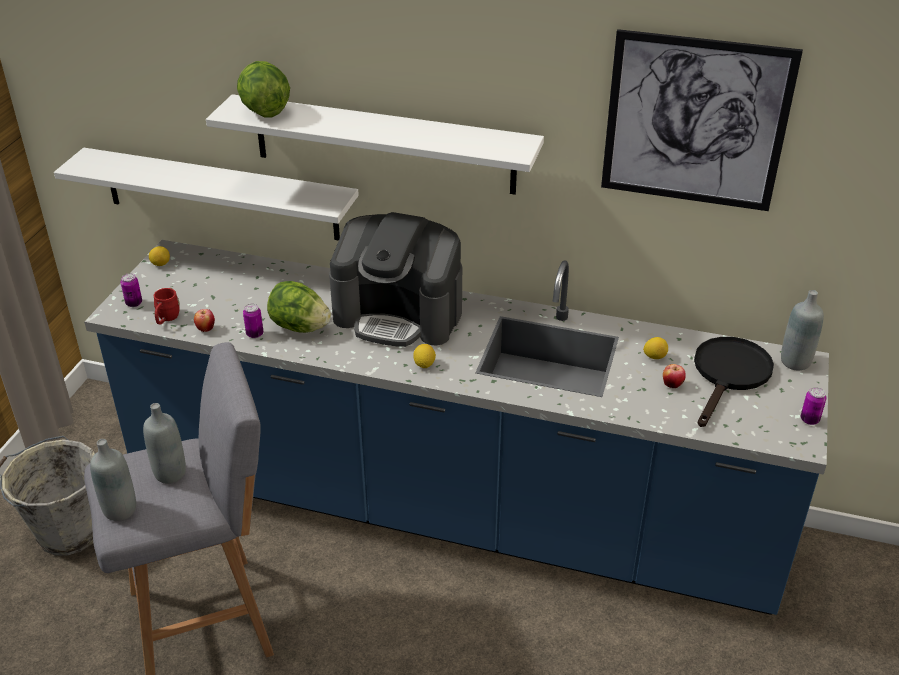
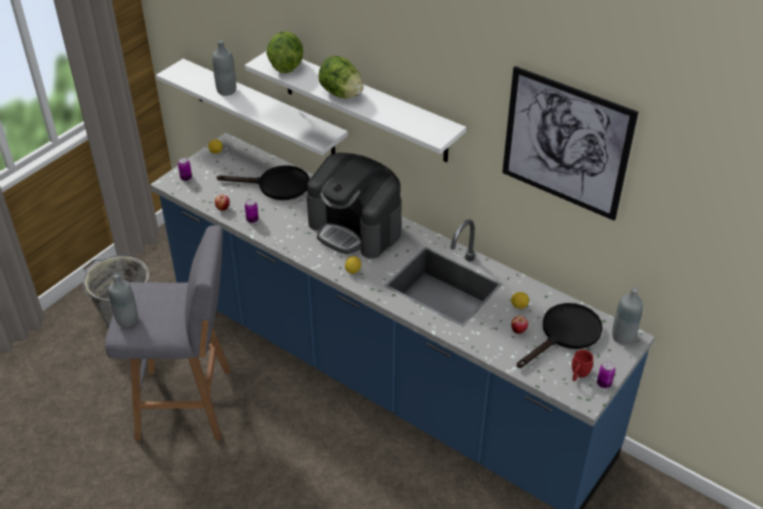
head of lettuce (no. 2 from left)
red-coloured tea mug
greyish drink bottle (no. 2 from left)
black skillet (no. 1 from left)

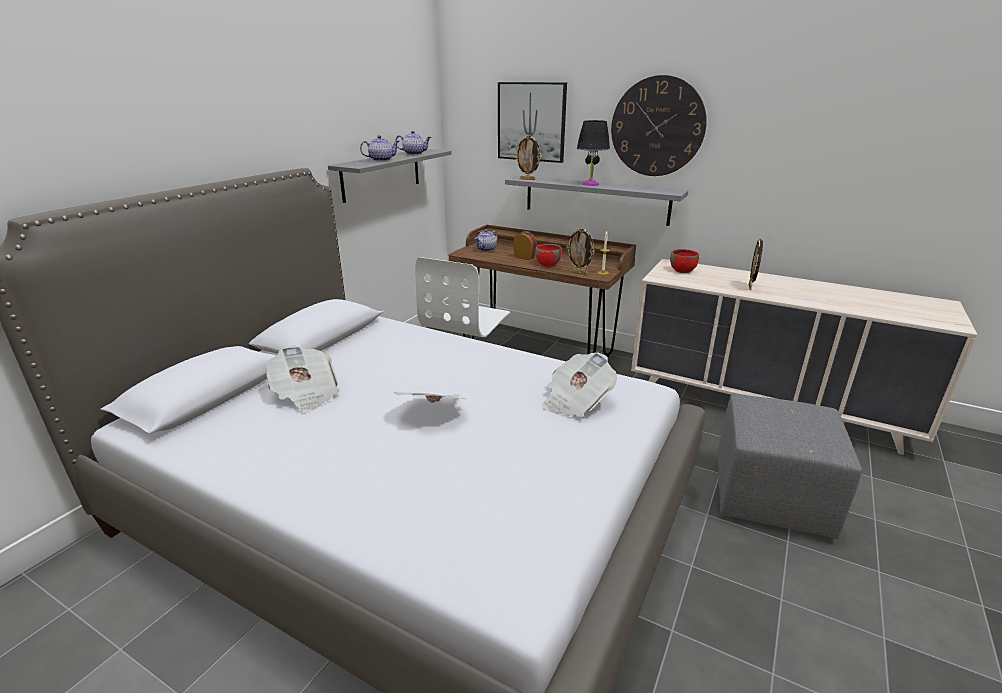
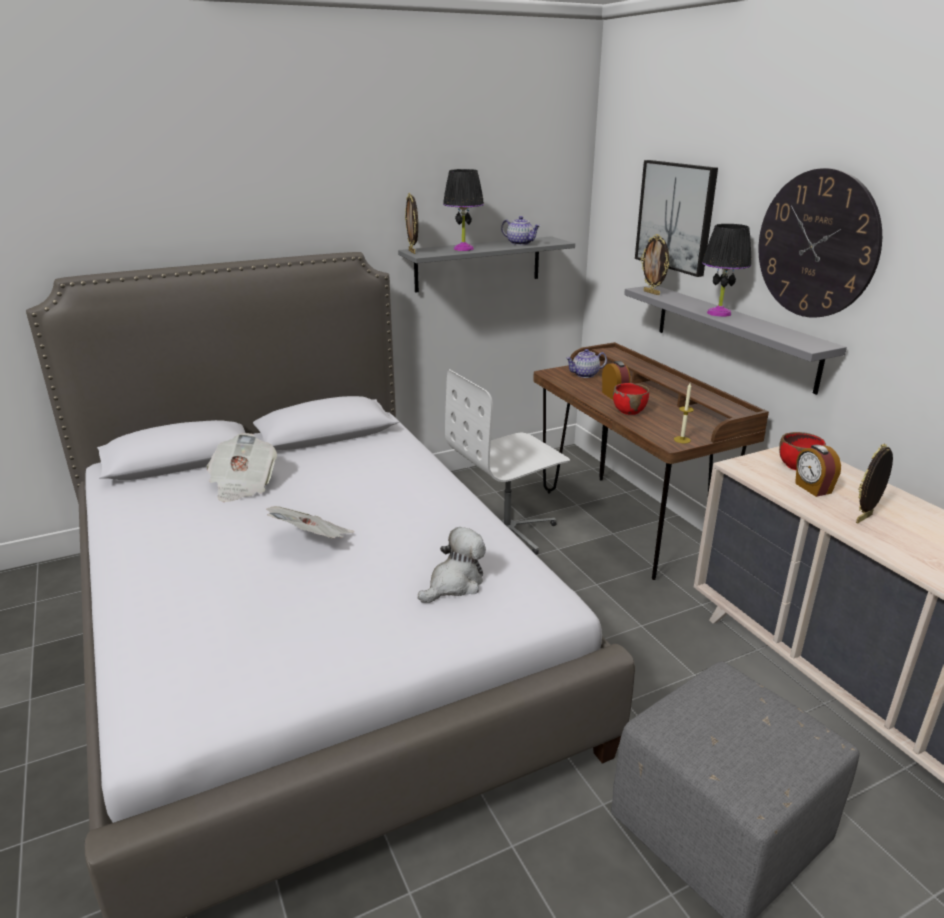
black tabletop lamp (no. 1 from left)
standing frame (no. 1 from left)
plush toy
alarm clock (no. 2 from left)

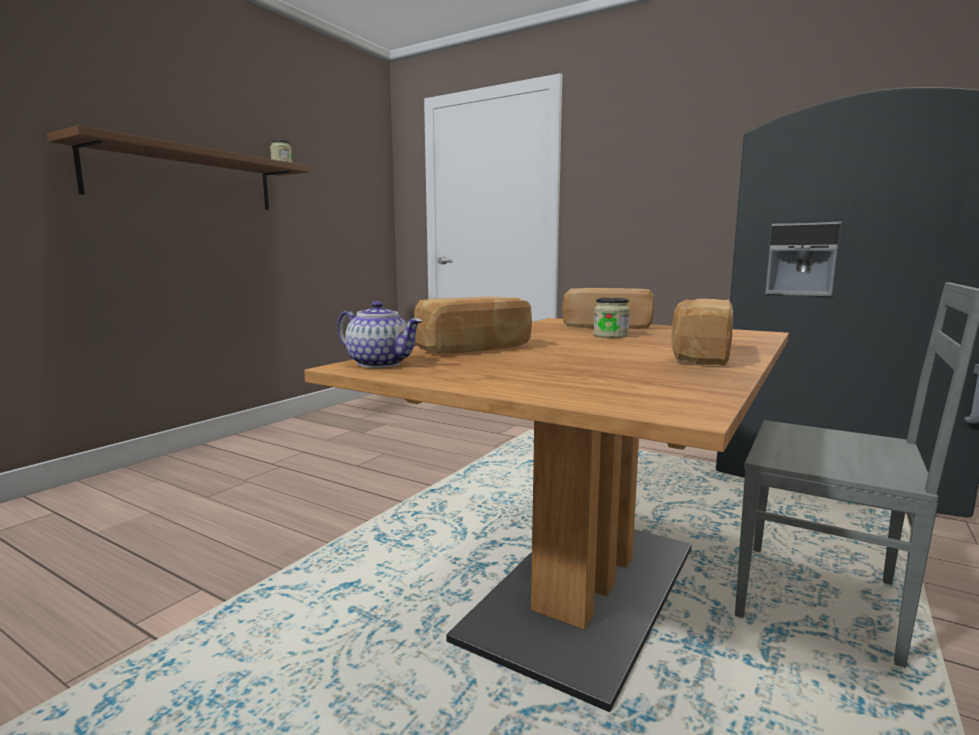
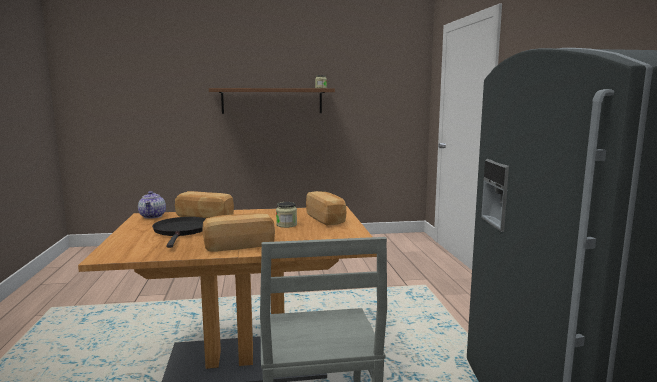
black skillet

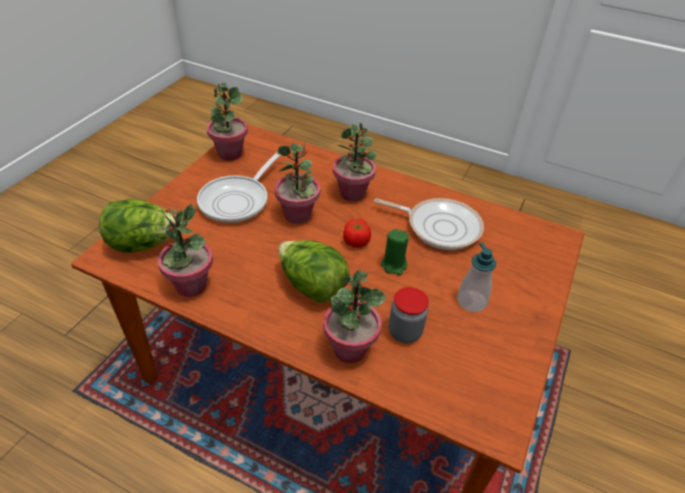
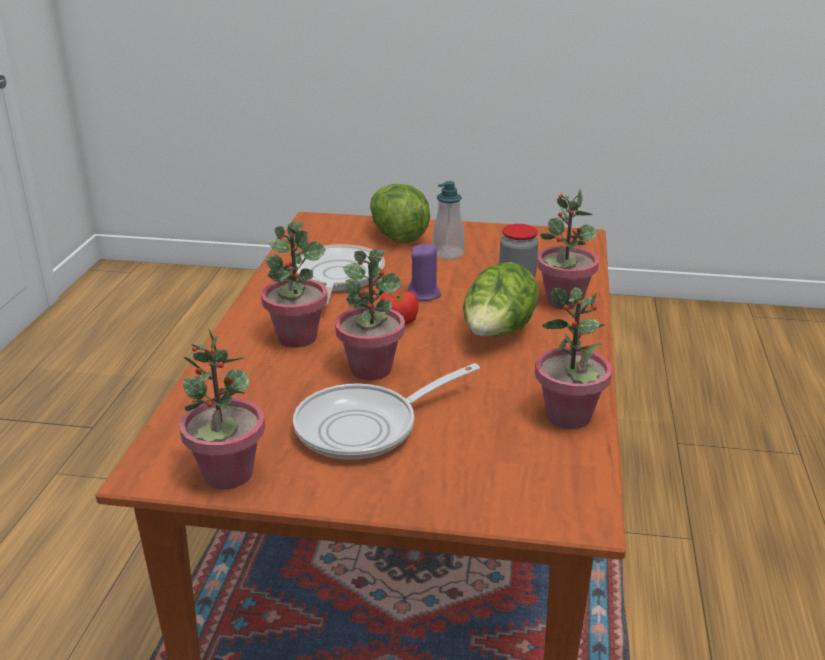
skillet (no. 2 from left)
head of lettuce (no. 1 from left)
purple wax candle

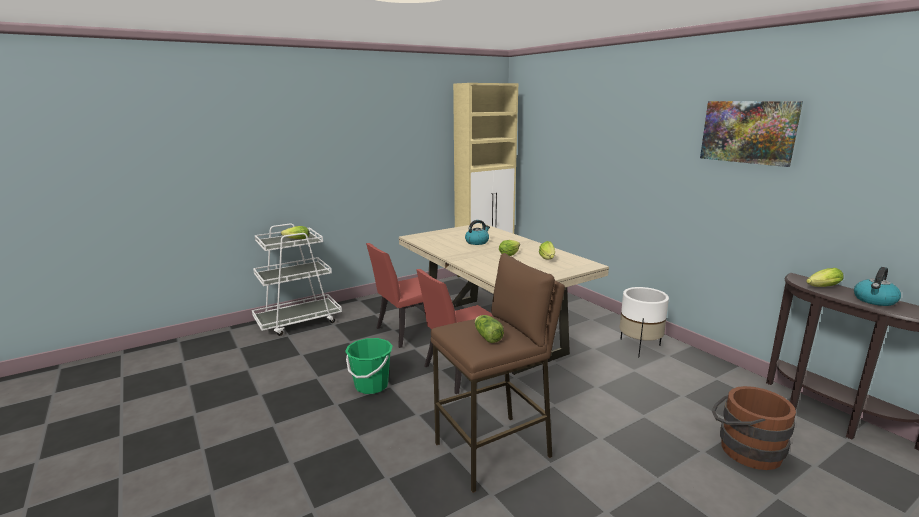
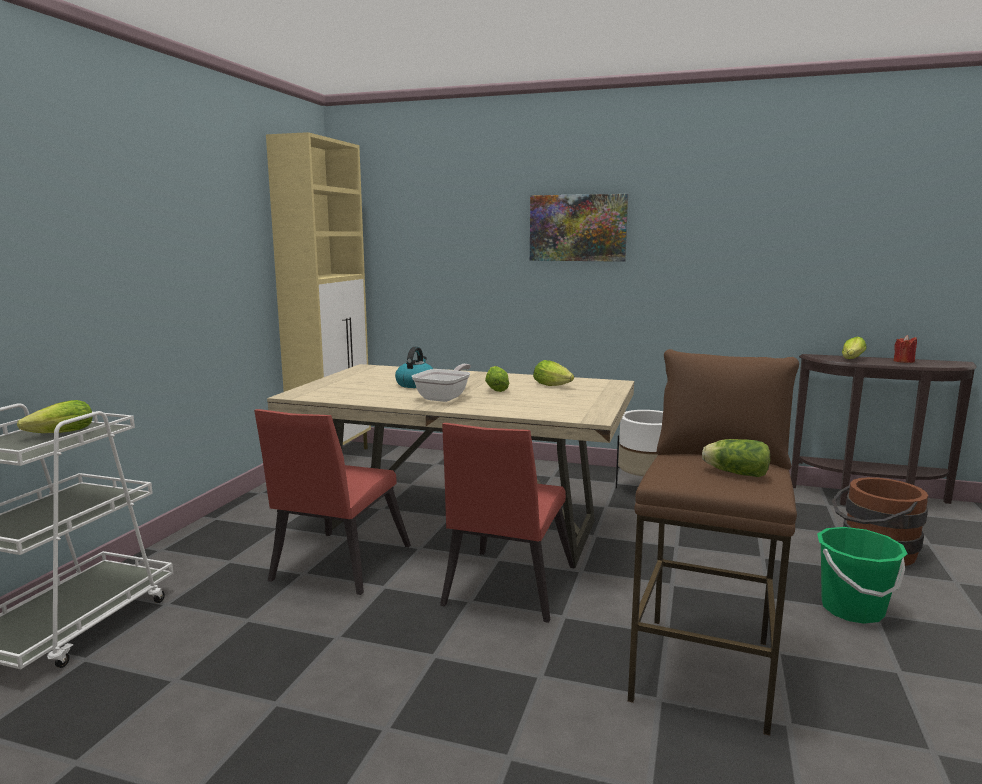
wall art
red-coloured wax candle
greenish water bucket
skillet

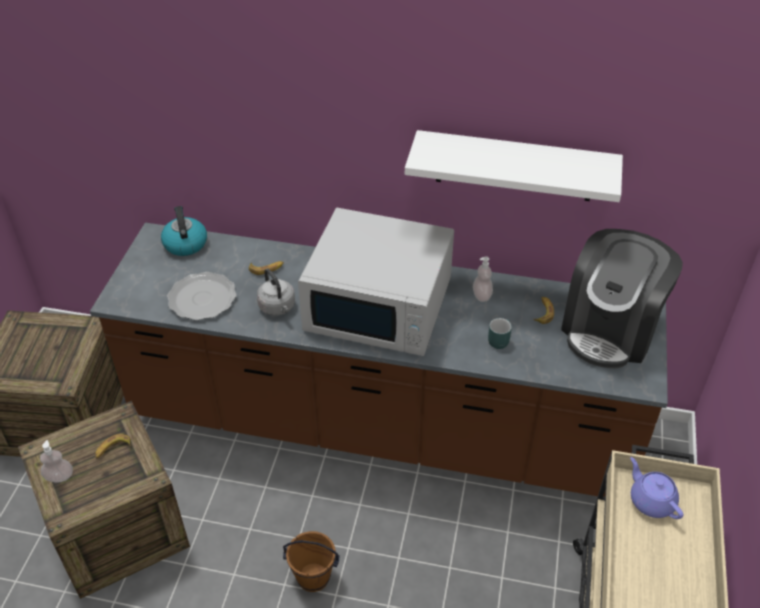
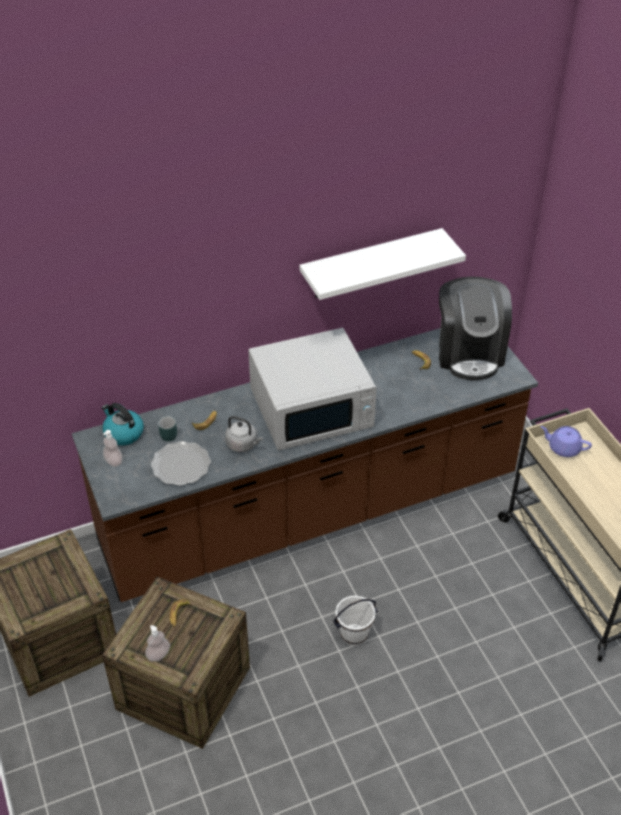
liquid soap bottle (no. 1 from left)
turquoise-coloured tea mug
white-coloured water bucket

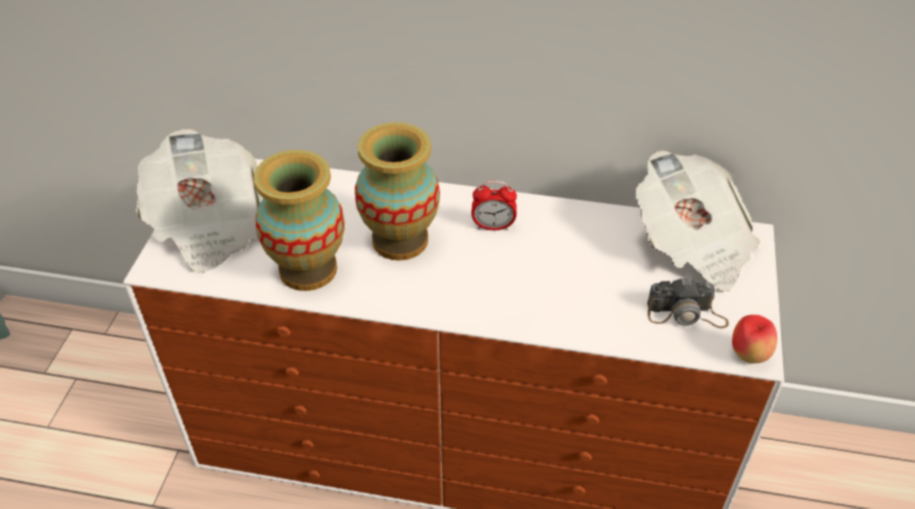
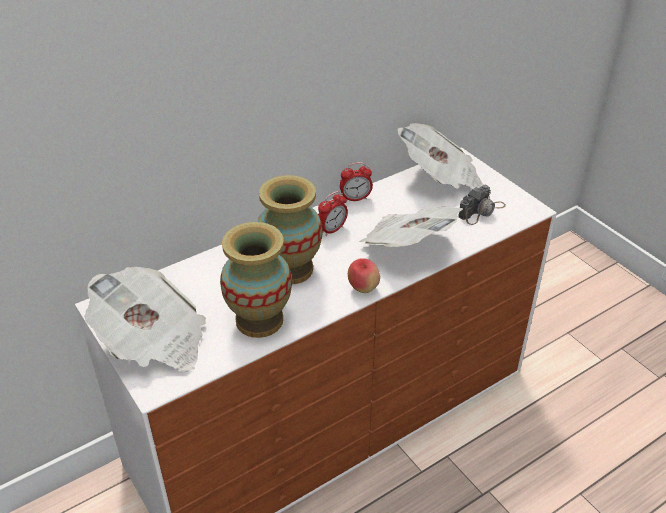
whole apple
alarm clock (no. 2 from left)
newspaper (no. 2 from left)

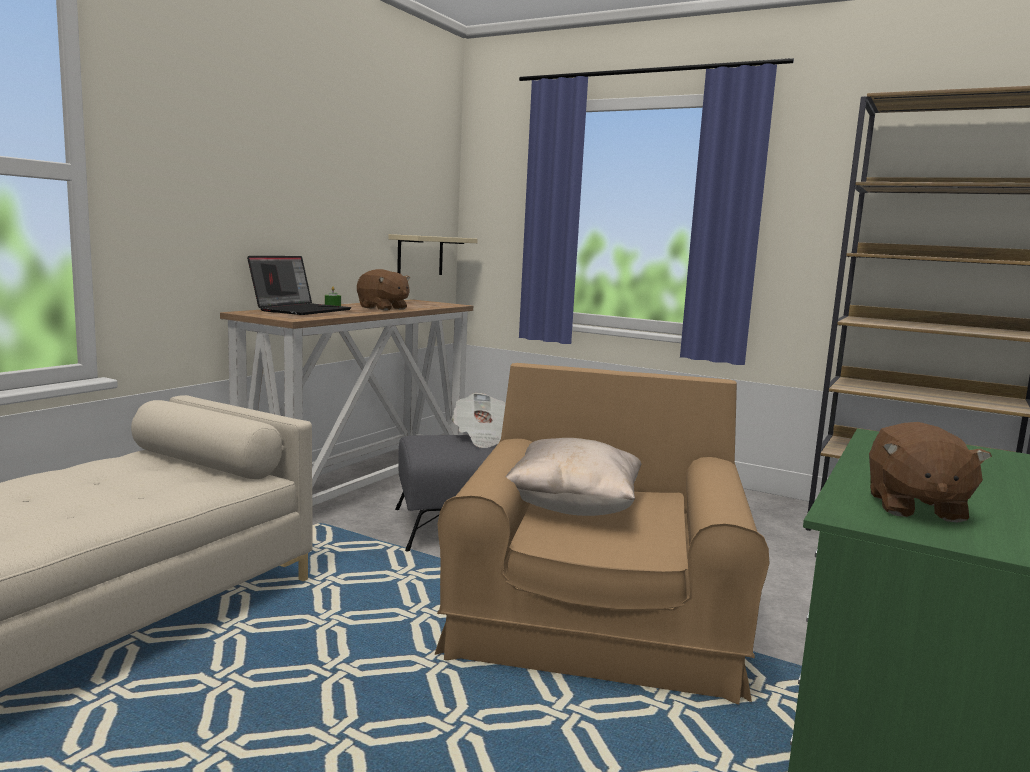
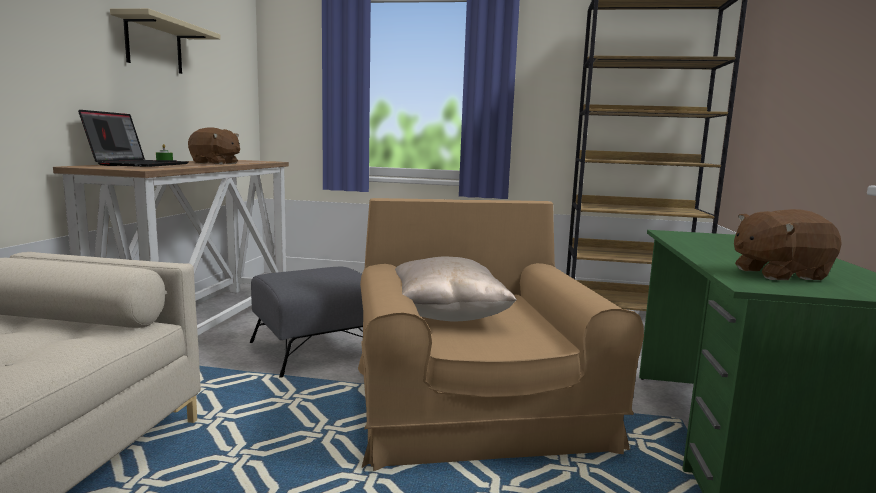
beige-coloured shelf
newspaper
brown plush toy (no. 2 from left)

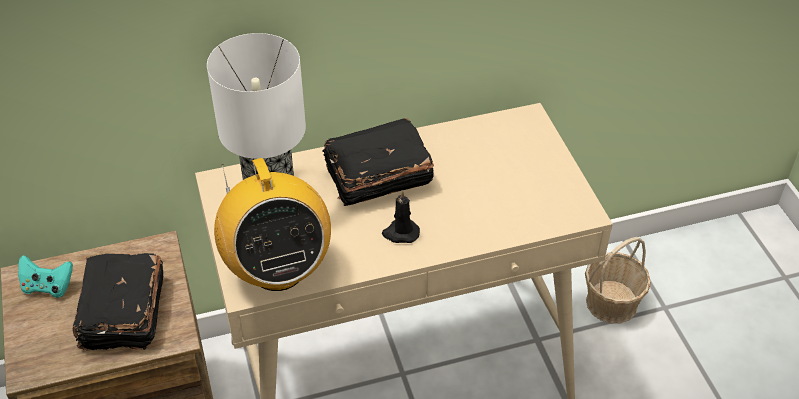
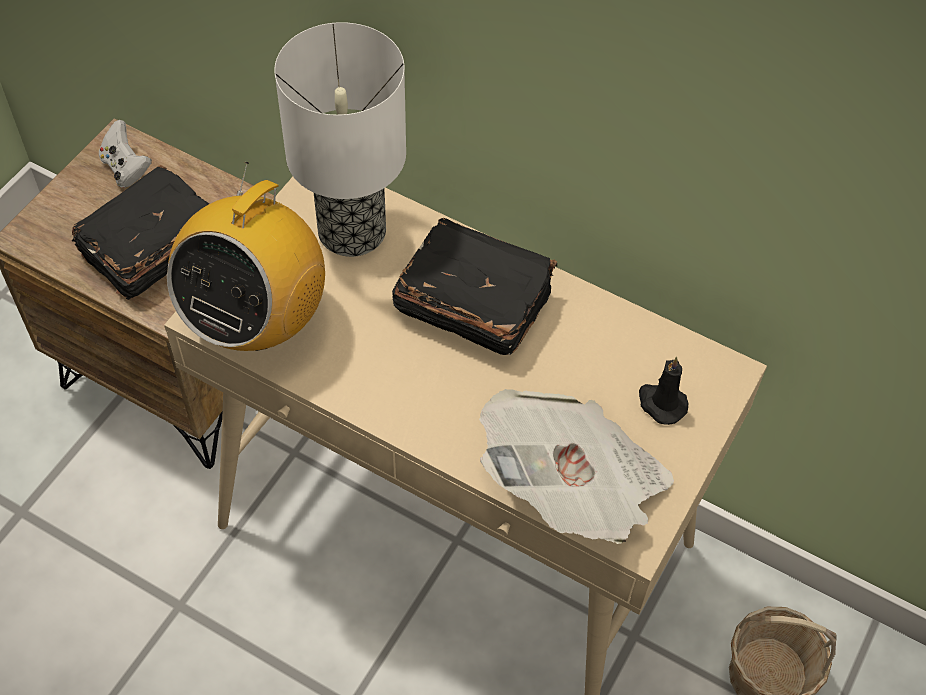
black wax candle
white-coloured joypad
newspaper

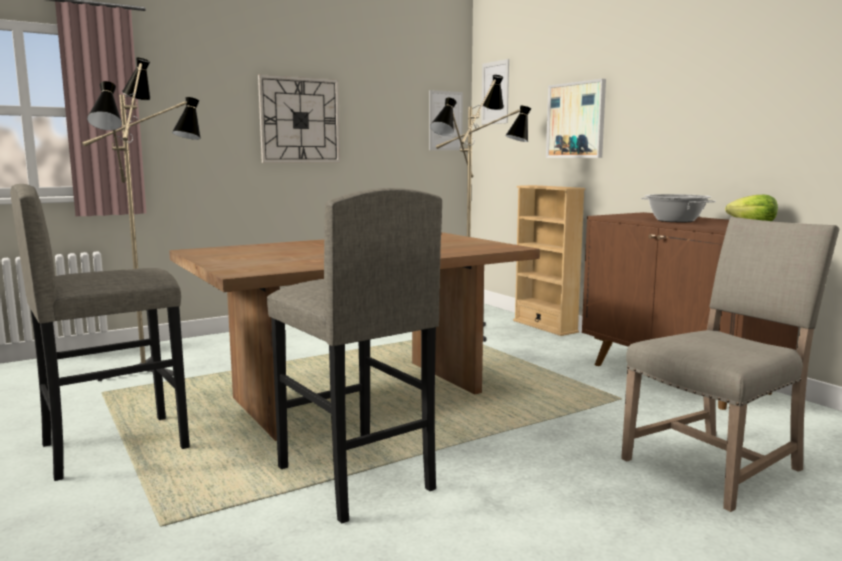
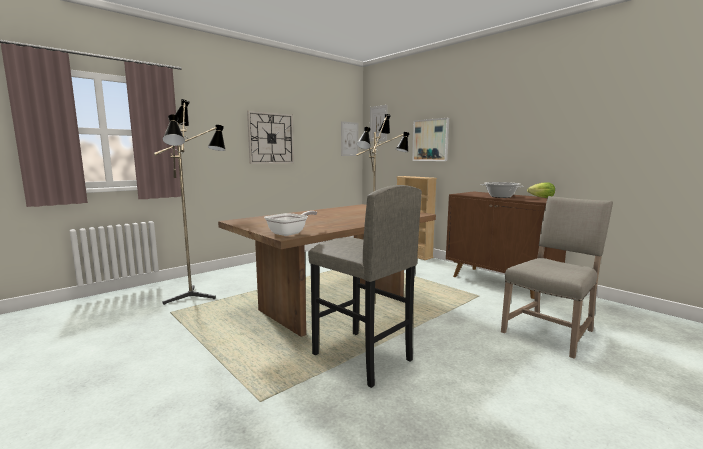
greyish stool (no. 1 from left in the first image)
skillet

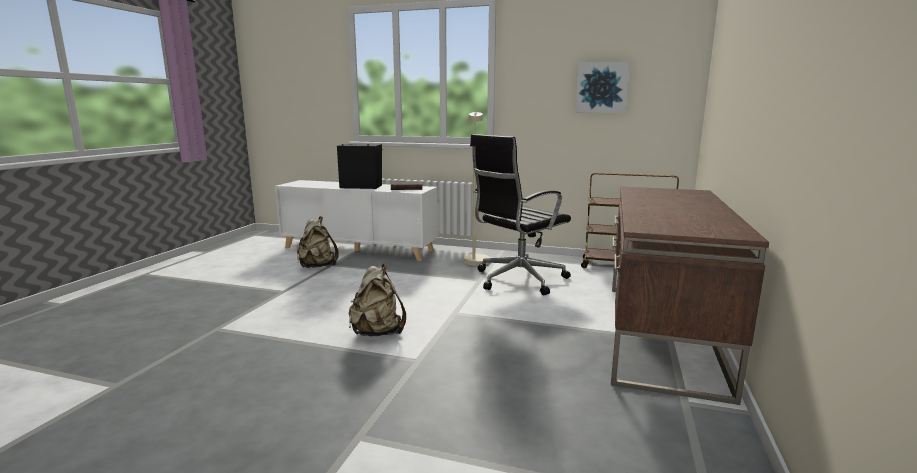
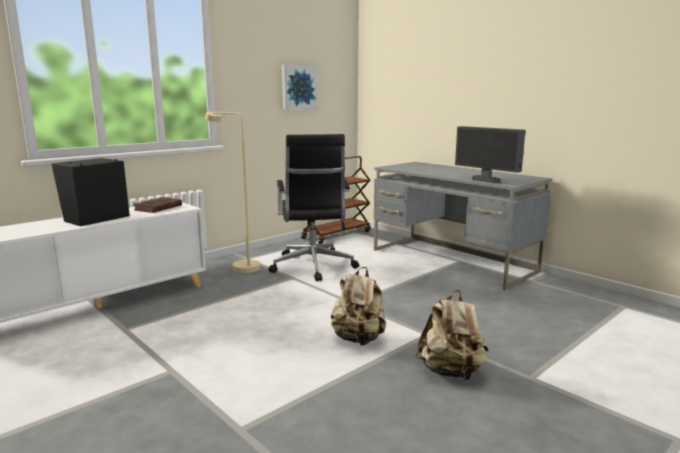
greyish desk
beige-coloured rucksack (no. 2 from left)
monitor

